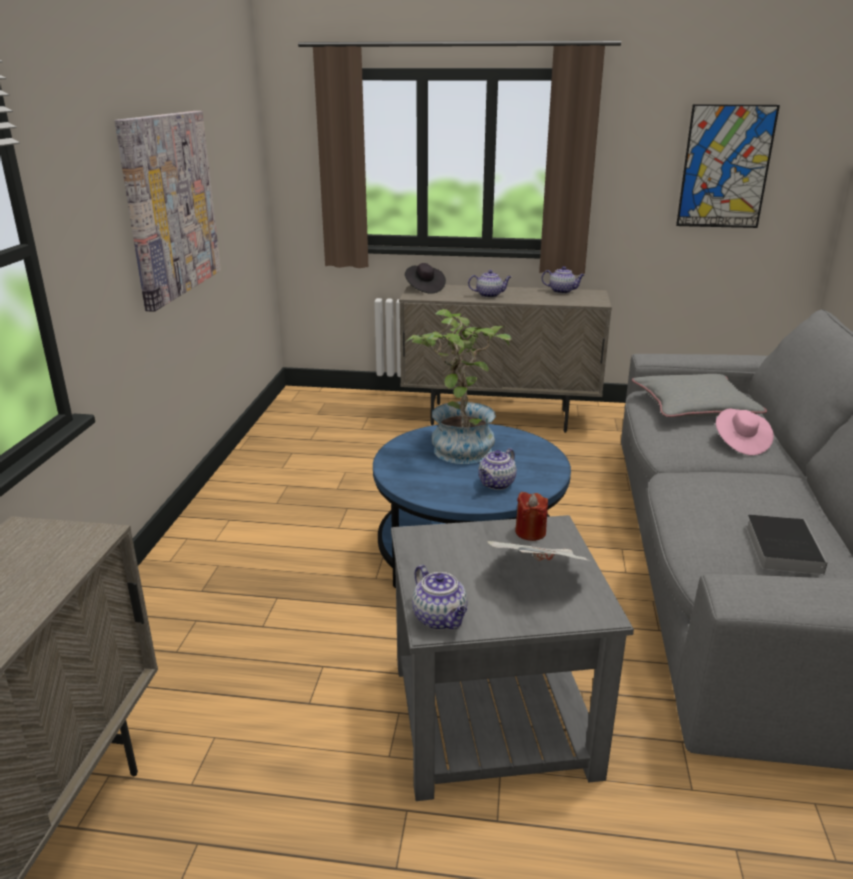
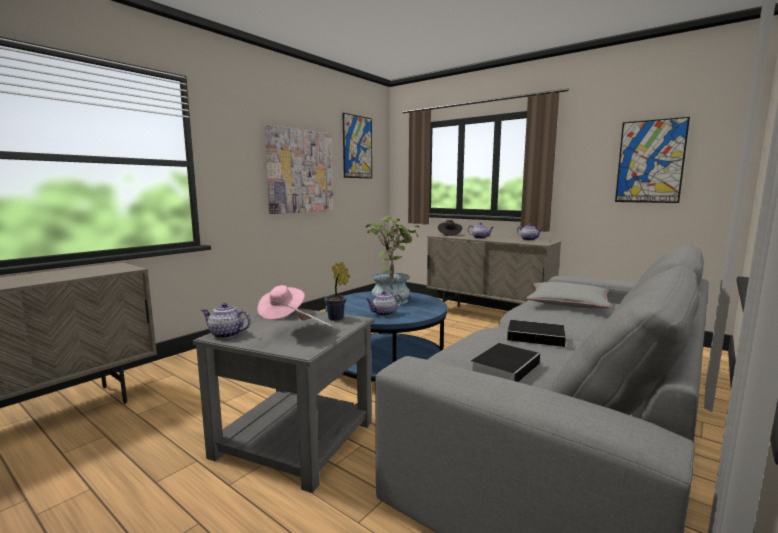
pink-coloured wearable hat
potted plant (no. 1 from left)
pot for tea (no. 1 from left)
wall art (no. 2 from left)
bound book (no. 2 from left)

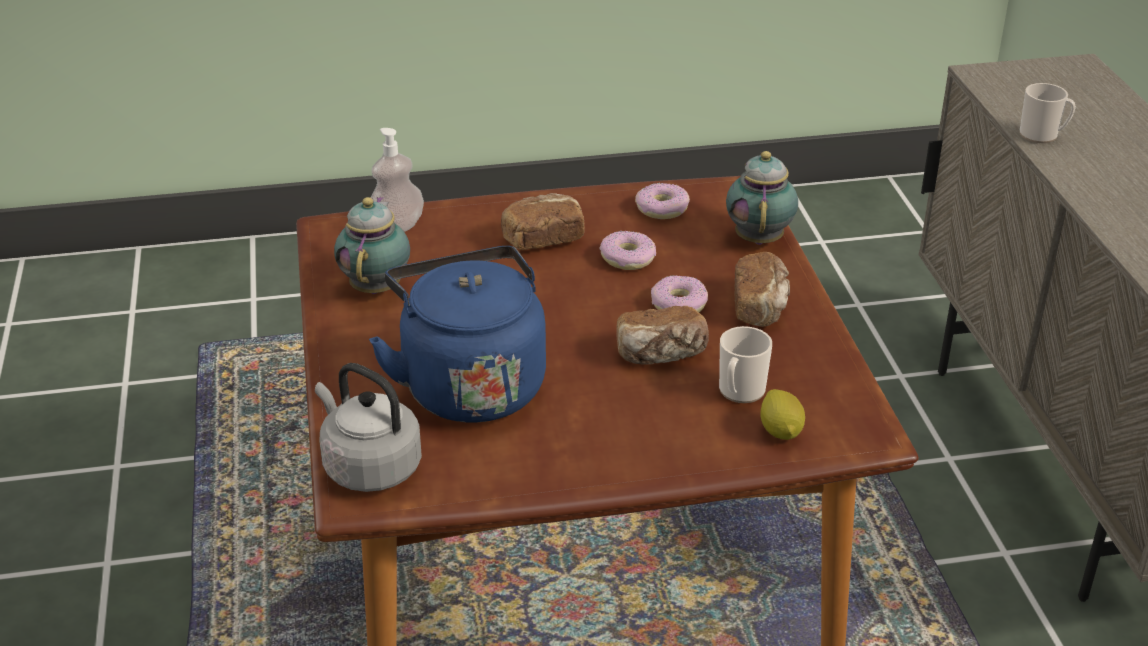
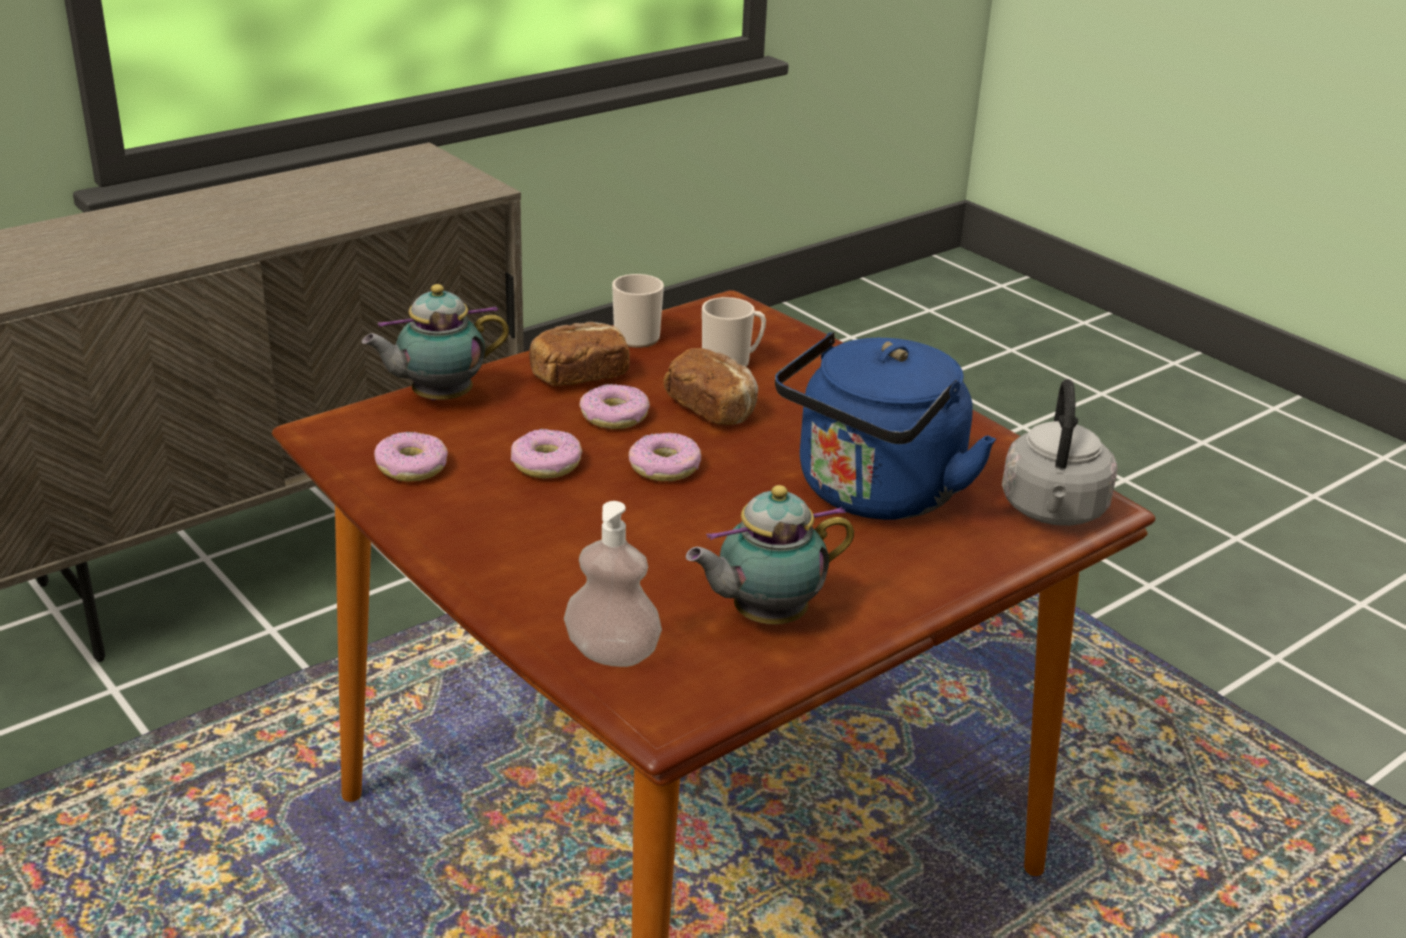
tea mug (no. 1 from left)
bread (no. 1 from left in the first image)
whole lemon
donut (no. 4 from left)

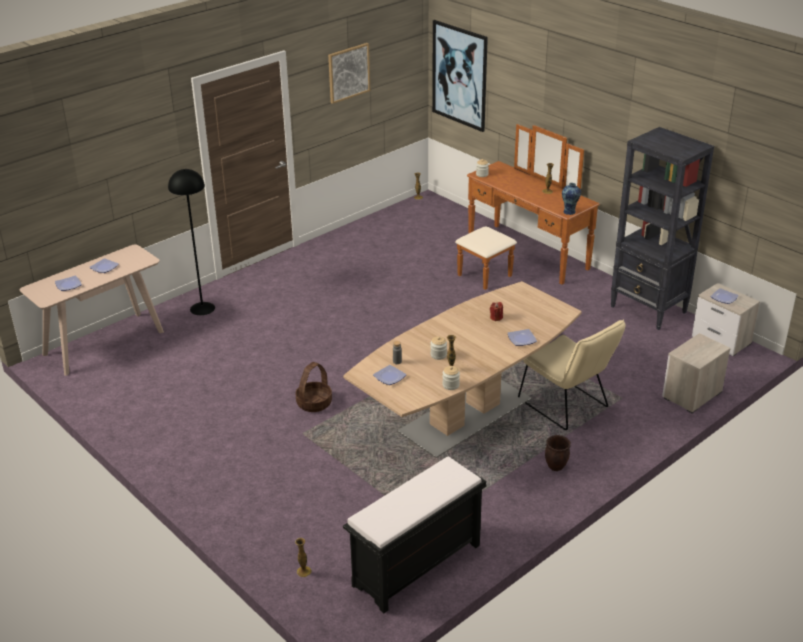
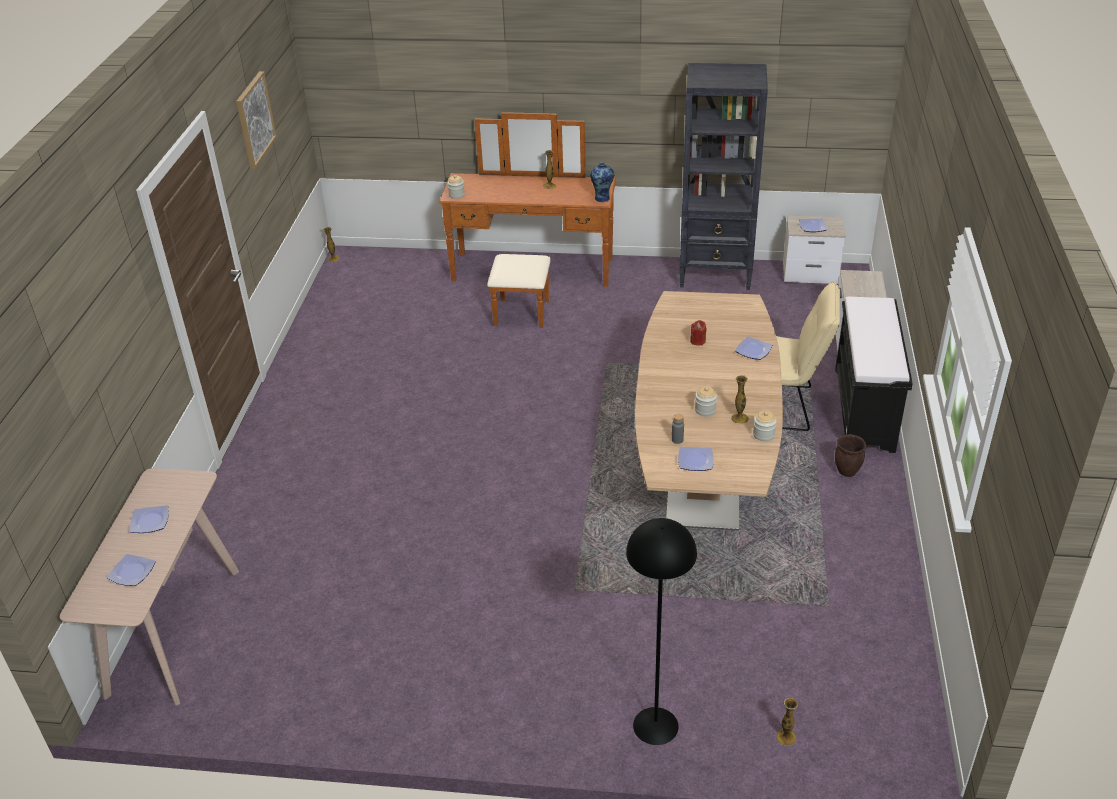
wall art (no. 2 from left in the first image)
black floor lamp
storage basket
black bench

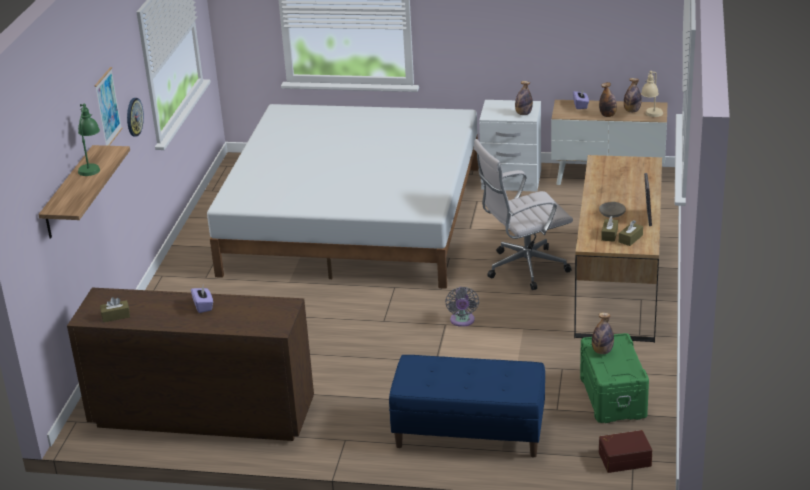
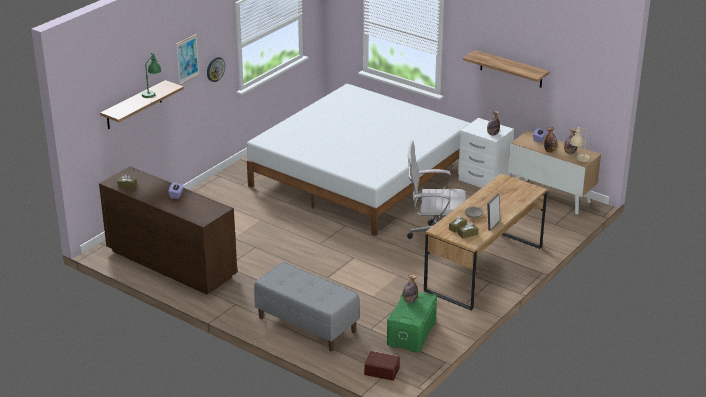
greyish cooling fan
greyish bench
shelf (no. 2 from left)

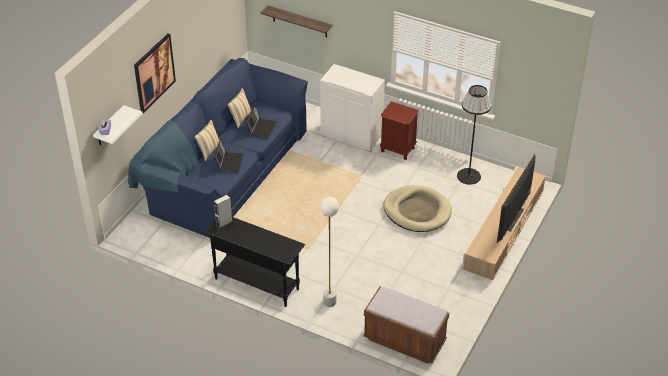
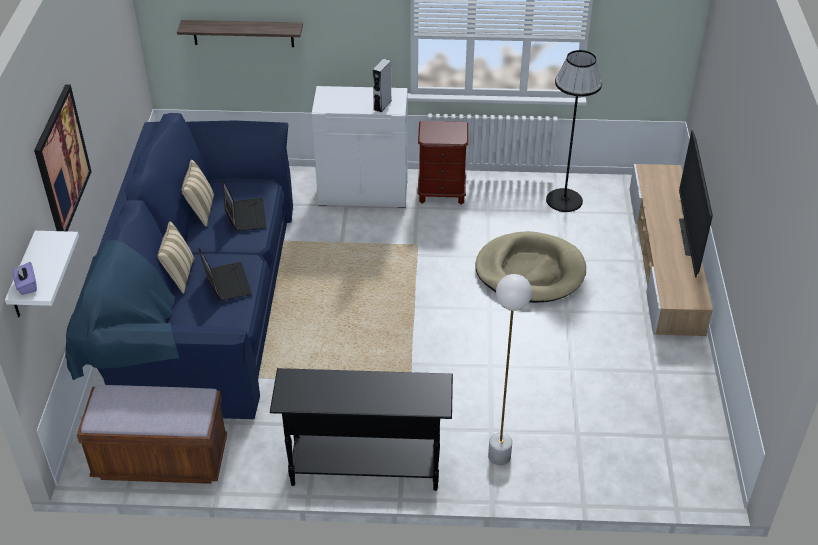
greyish speaker
brown bench

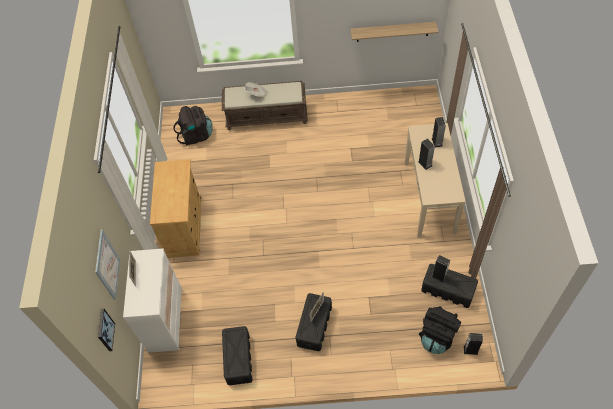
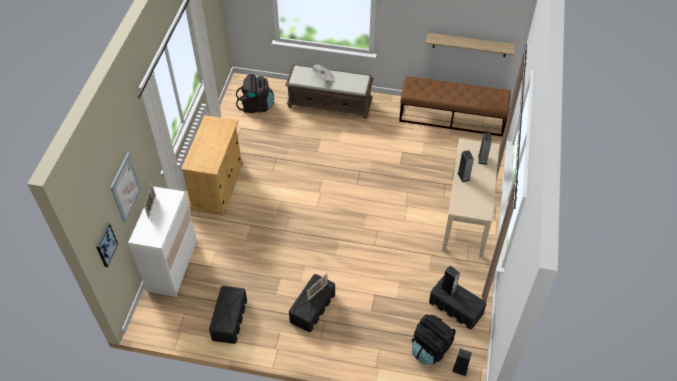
brown bench (no. 2 from left)

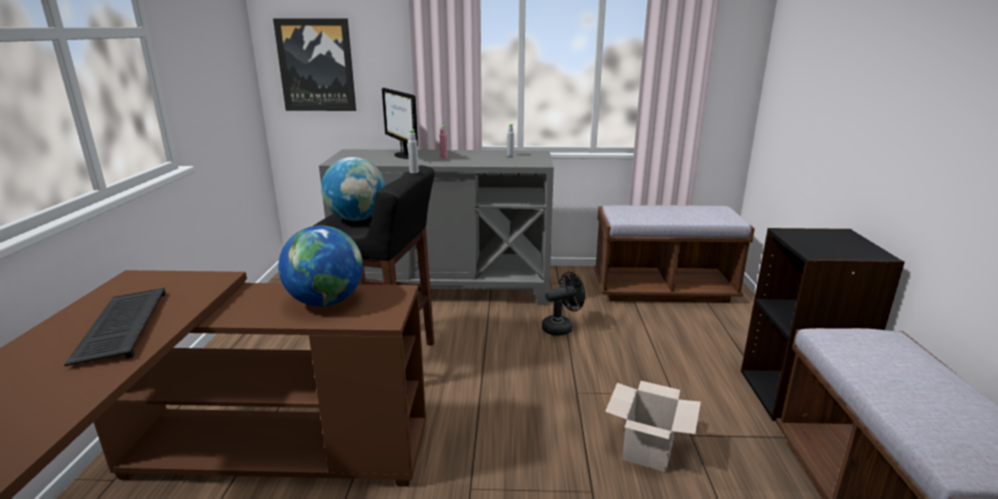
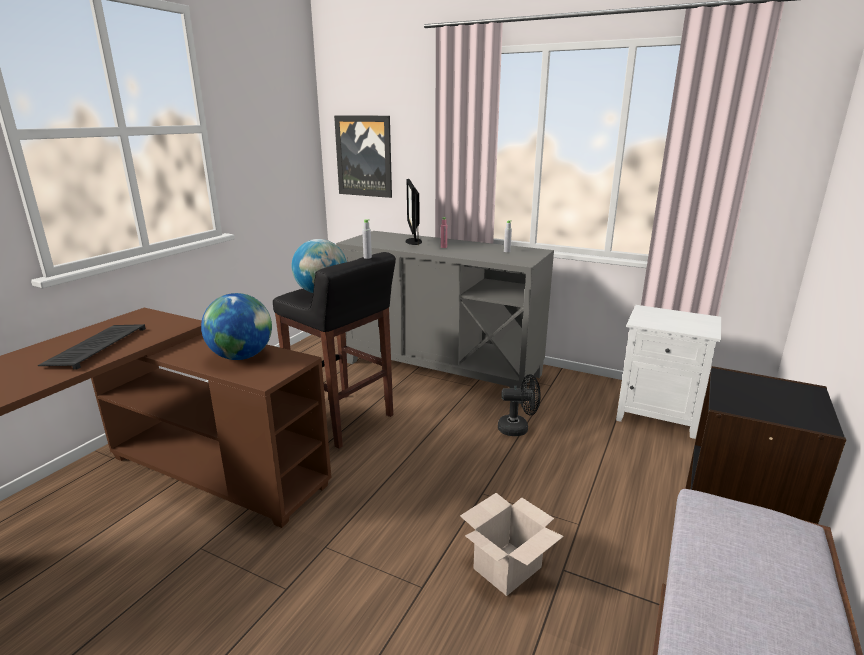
white-coloured bedside table

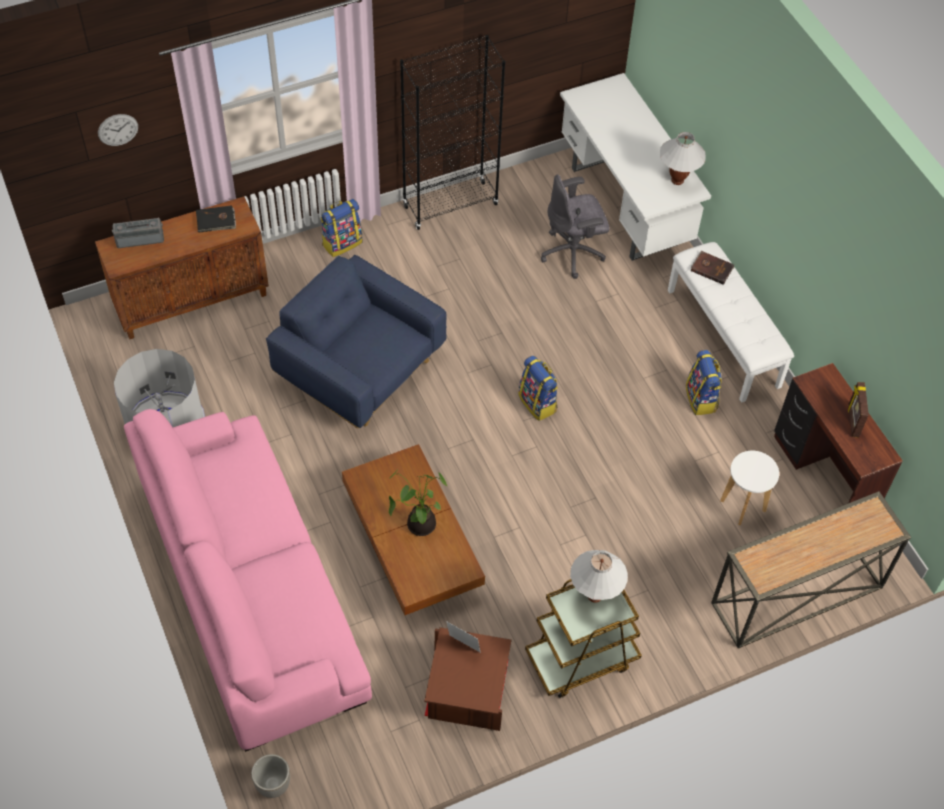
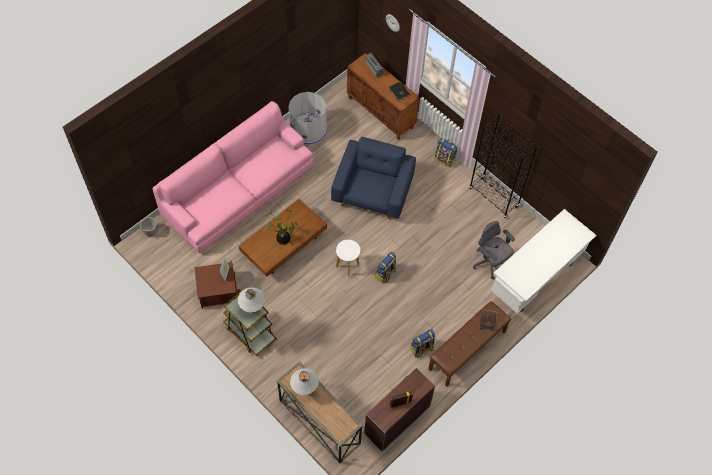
white-coloured tabletop lamp (no. 2 from left)
brown bench
white-coloured stool

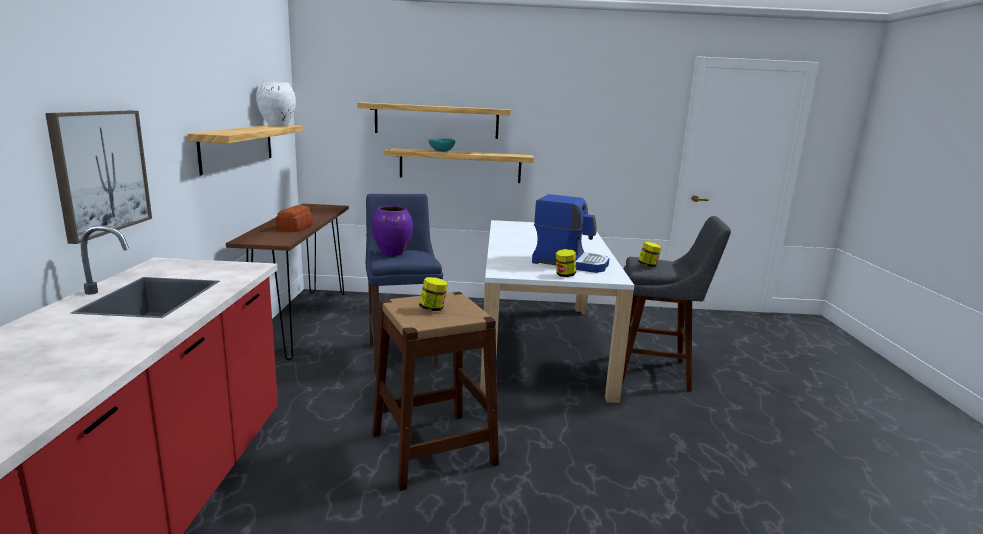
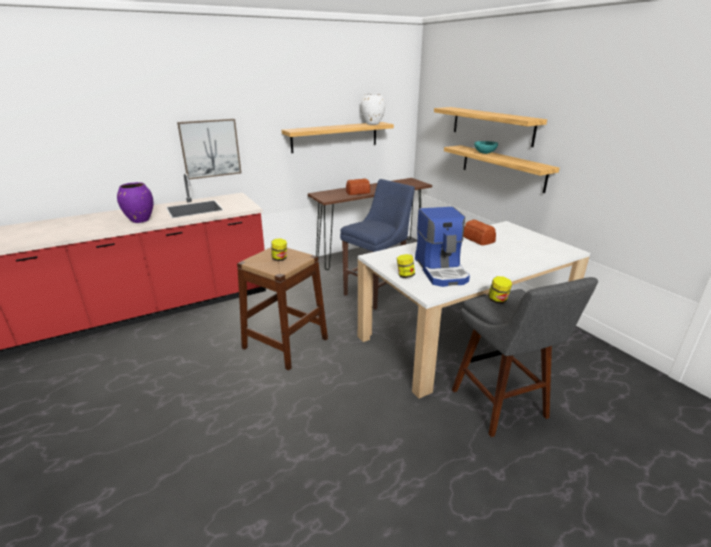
purple flower vase
bread (no. 2 from left)

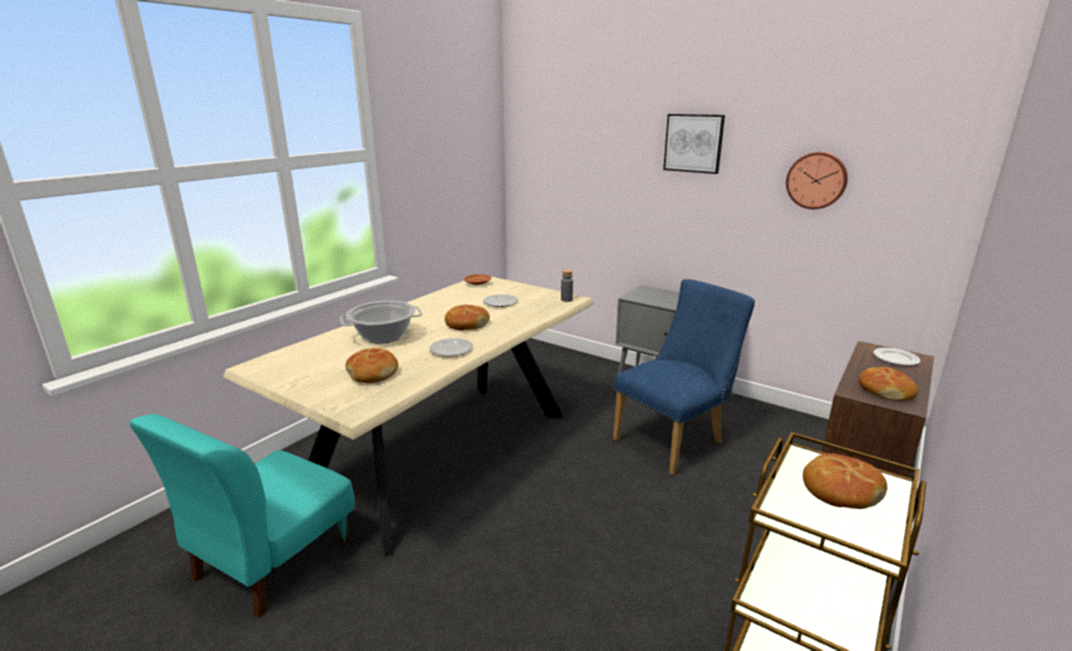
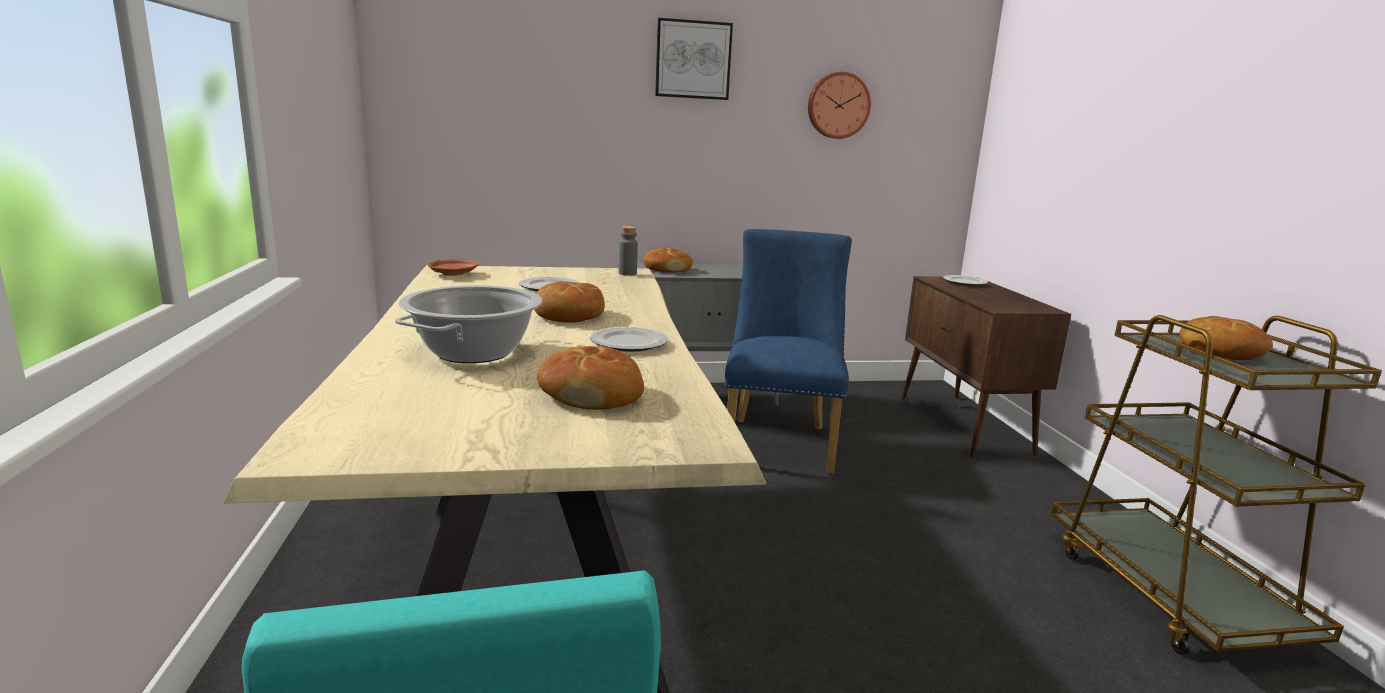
bread (no. 3 from left)

